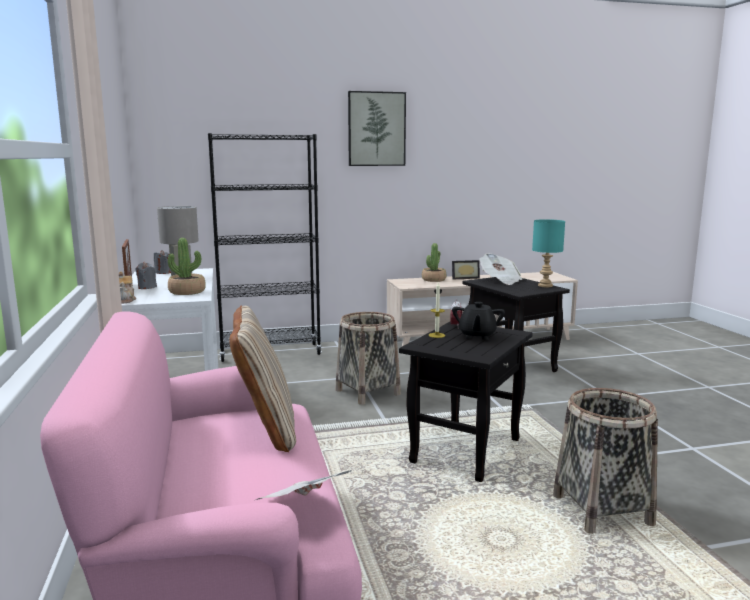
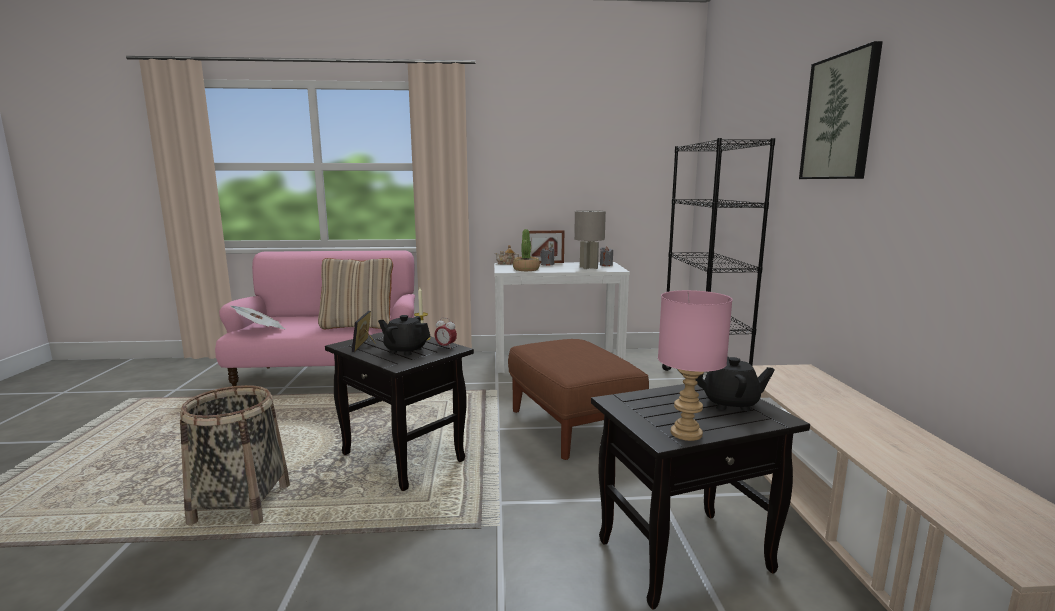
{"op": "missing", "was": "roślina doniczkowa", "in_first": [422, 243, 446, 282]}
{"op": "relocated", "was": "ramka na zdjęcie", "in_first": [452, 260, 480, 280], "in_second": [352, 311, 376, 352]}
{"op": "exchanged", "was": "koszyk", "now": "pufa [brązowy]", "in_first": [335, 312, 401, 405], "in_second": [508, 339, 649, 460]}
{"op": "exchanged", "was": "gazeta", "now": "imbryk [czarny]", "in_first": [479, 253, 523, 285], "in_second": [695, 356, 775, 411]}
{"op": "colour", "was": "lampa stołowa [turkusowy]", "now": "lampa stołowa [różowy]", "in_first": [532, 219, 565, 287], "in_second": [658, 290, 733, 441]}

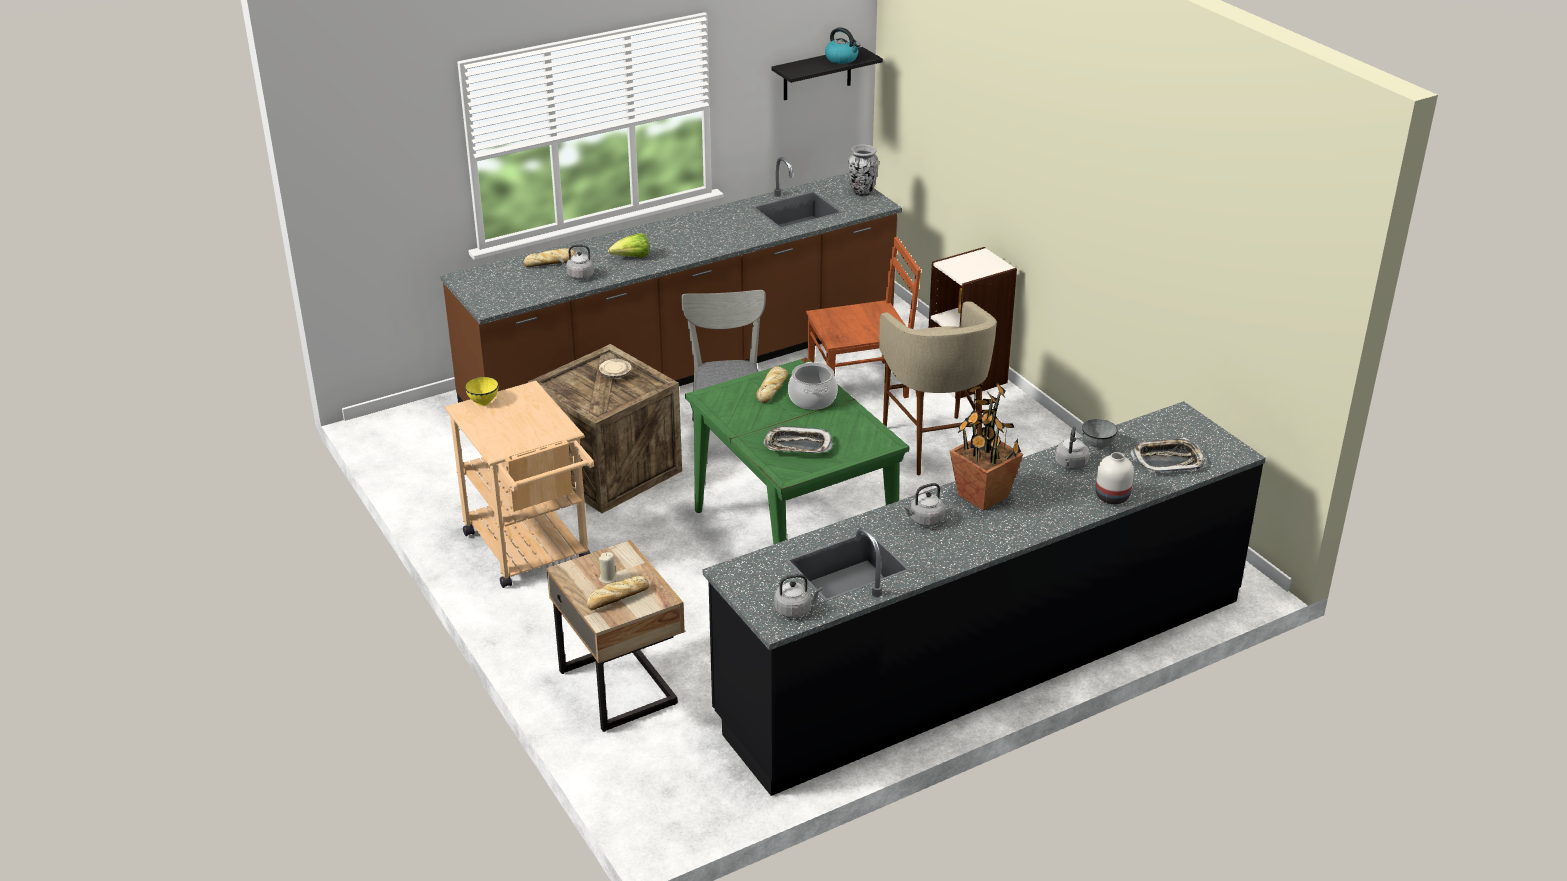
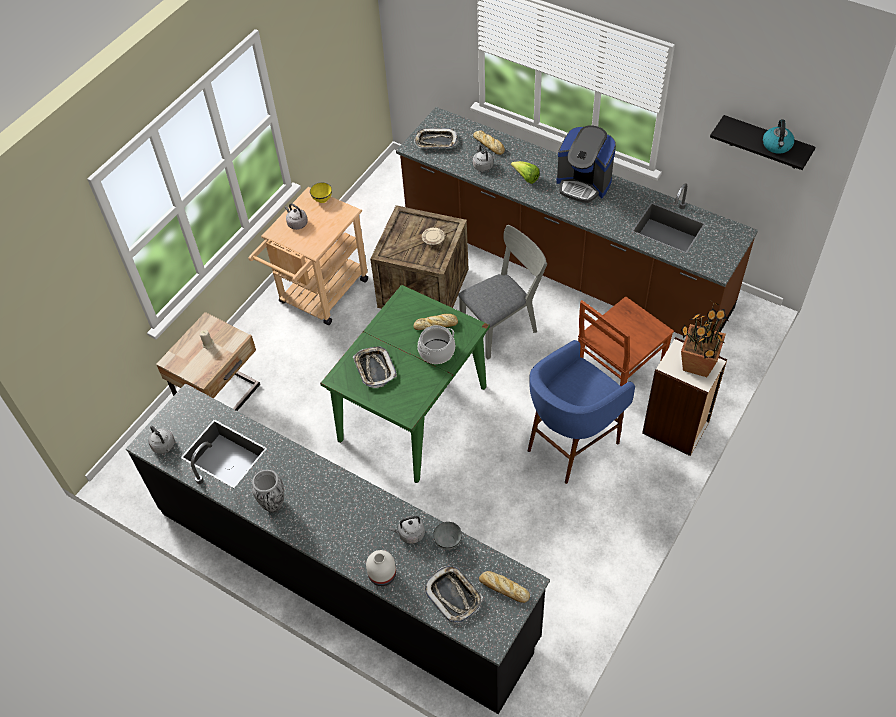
{"op": "appeared", "now": "taca", "in_second": [414, 128, 458, 148]}
{"op": "appeared", "now": "ekspres do kawy", "in_second": [556, 126, 616, 203]}
{"op": "relocated", "was": "chleb", "in_first": [587, 576, 649, 610], "in_second": [479, 571, 530, 603]}
{"op": "relocated", "was": "wazon", "in_first": [848, 144, 879, 196], "in_second": [252, 470, 284, 513]}
{"op": "relocated", "was": "czajnik [szary]", "in_first": [902, 483, 945, 527], "in_second": [285, 203, 308, 230]}
{"op": "relocated", "was": "roślina doniczkowa", "in_first": [950, 382, 1023, 511], "in_second": [681, 300, 728, 377]}
{"op": "colour", "was": "stołek [beżowy]", "now": "stołek [niebieski]", "in_first": [879, 301, 997, 475], "in_second": [528, 340, 635, 484]}
{"op": "spun", "was": "krzesło [brązowy]", "in_first": [806, 237, 921, 398], "in_second": [578, 296, 674, 386], "clockwise": 90}

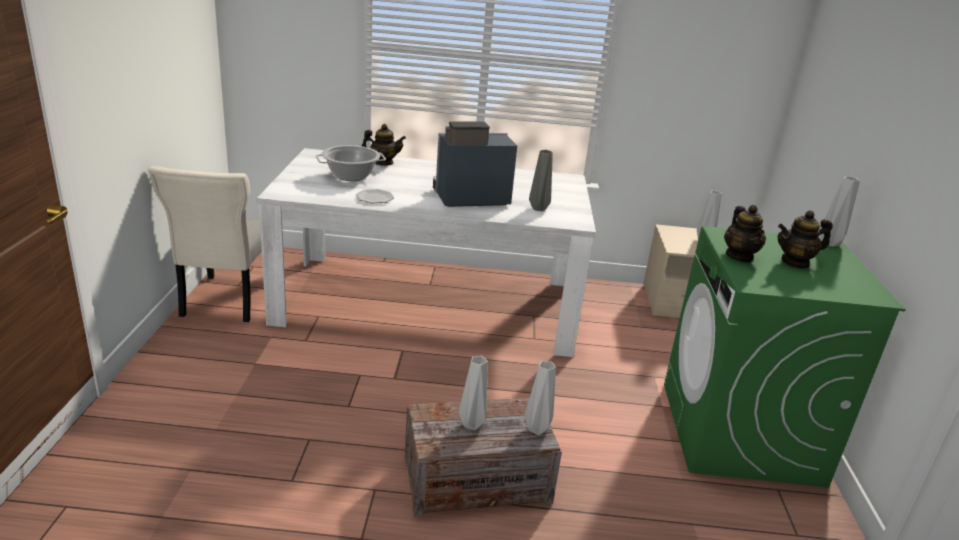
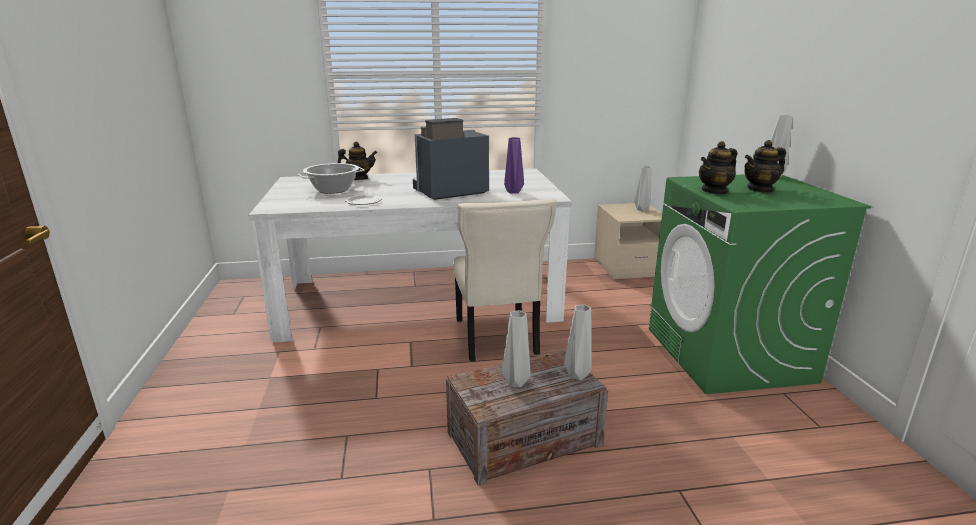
{"op": "relocated", "was": "krzesło [beżowy]", "in_first": [148, 166, 262, 323], "in_second": [453, 198, 557, 361]}
{"op": "colour", "was": "wazon [szary]", "now": "wazon [fioletowy]", "in_first": [529, 150, 553, 211], "in_second": [504, 137, 524, 194]}
{"op": "spun", "was": "imbryk", "in_first": [724, 205, 766, 262], "in_second": [699, 141, 737, 195], "clockwise": 75}

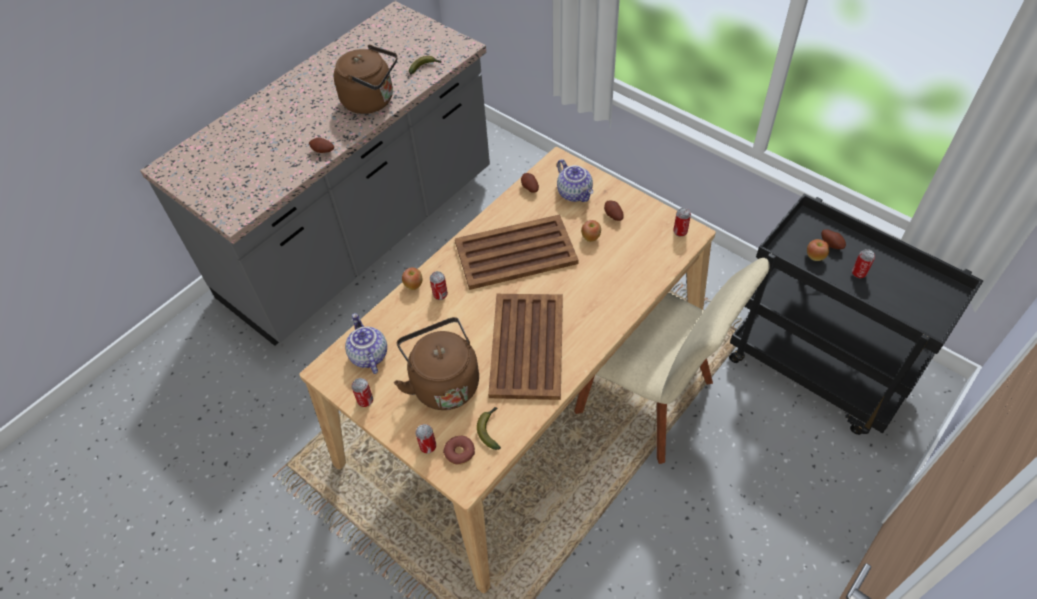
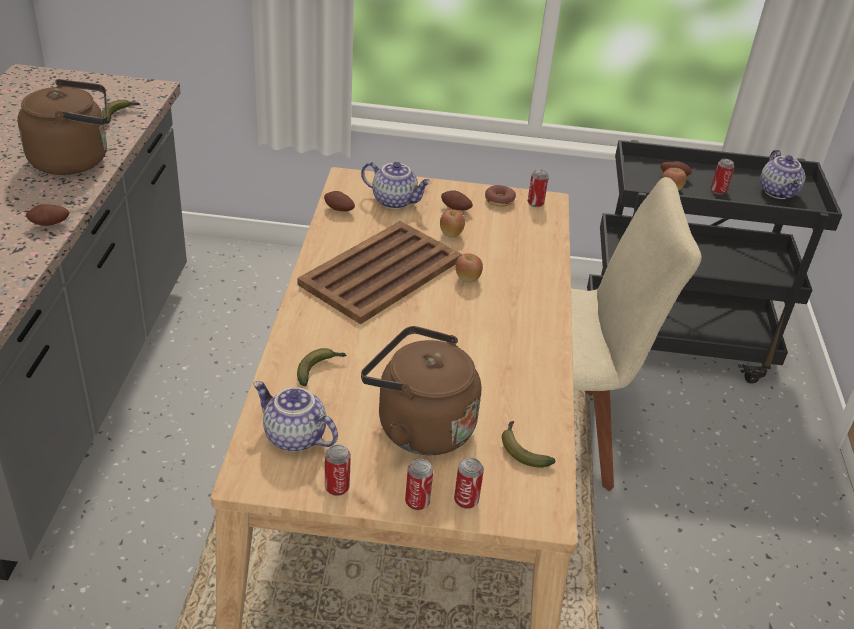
{"op": "missing", "was": "taca [brązowy]", "in_first": [488, 294, 563, 400]}
{"op": "appeared", "now": "banan", "in_second": [297, 348, 347, 386]}
{"op": "appeared", "now": "imbryk", "in_second": [760, 149, 805, 199]}
{"op": "relocated", "was": "jabłko", "in_first": [402, 267, 422, 290], "in_second": [456, 253, 483, 283]}
{"op": "relocated", "was": "puszka", "in_first": [430, 271, 448, 300], "in_second": [405, 459, 433, 510]}
{"op": "relocated", "was": "donut", "in_first": [443, 436, 475, 465], "in_second": [485, 185, 516, 207]}

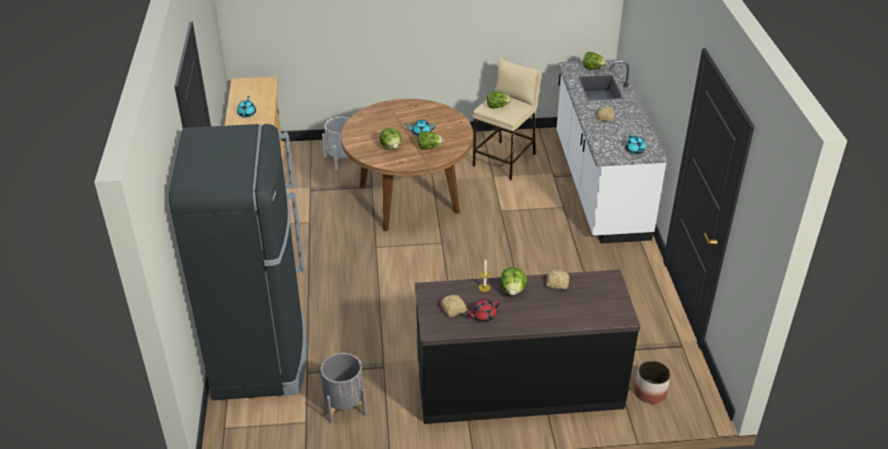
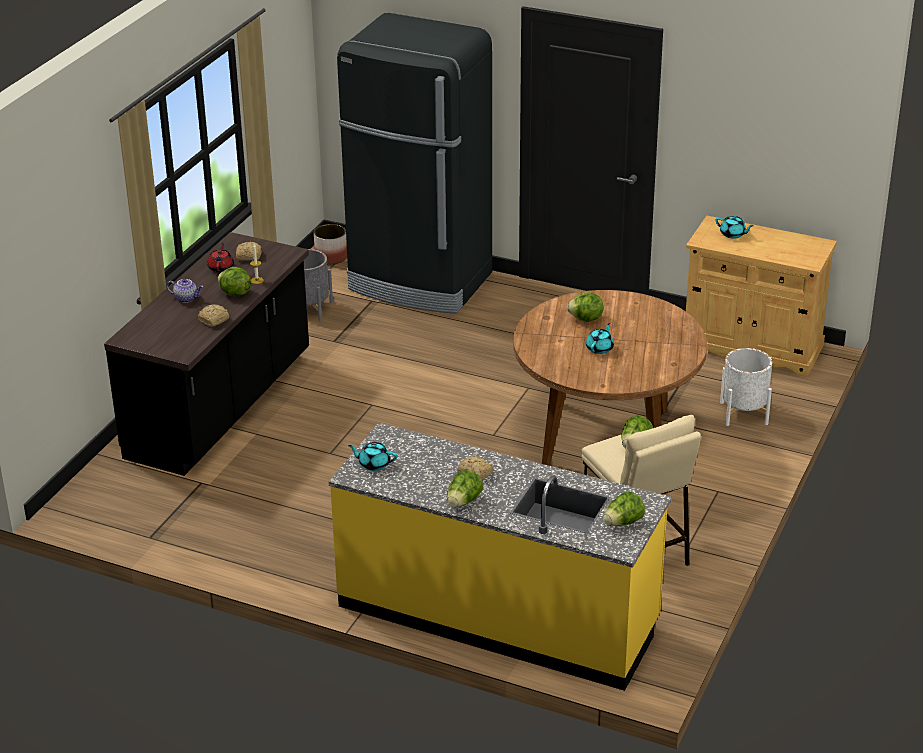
{"op": "appeared", "now": "imbryk", "in_second": [166, 278, 203, 303]}
{"op": "relocated", "was": "sałata", "in_first": [418, 131, 444, 150], "in_second": [447, 470, 483, 507]}
{"op": "relocated", "was": "donica", "in_first": [634, 361, 671, 404], "in_second": [314, 224, 347, 265]}
{"op": "colour", "was": "zabudowa kuchenna [biały]", "now": "zabudowa kuchenna [żółty]", "in_first": [556, 59, 667, 244], "in_second": [329, 422, 671, 691]}

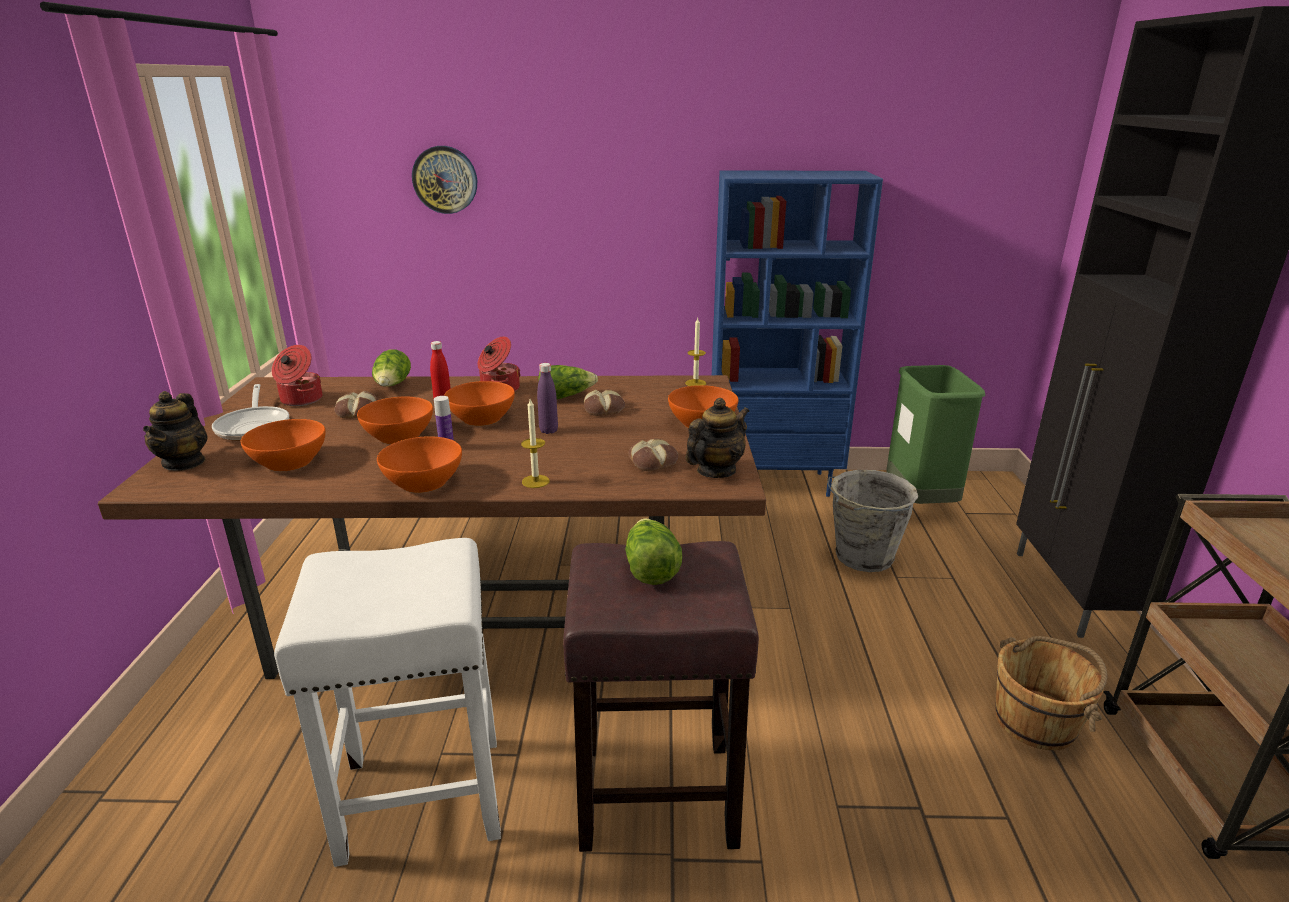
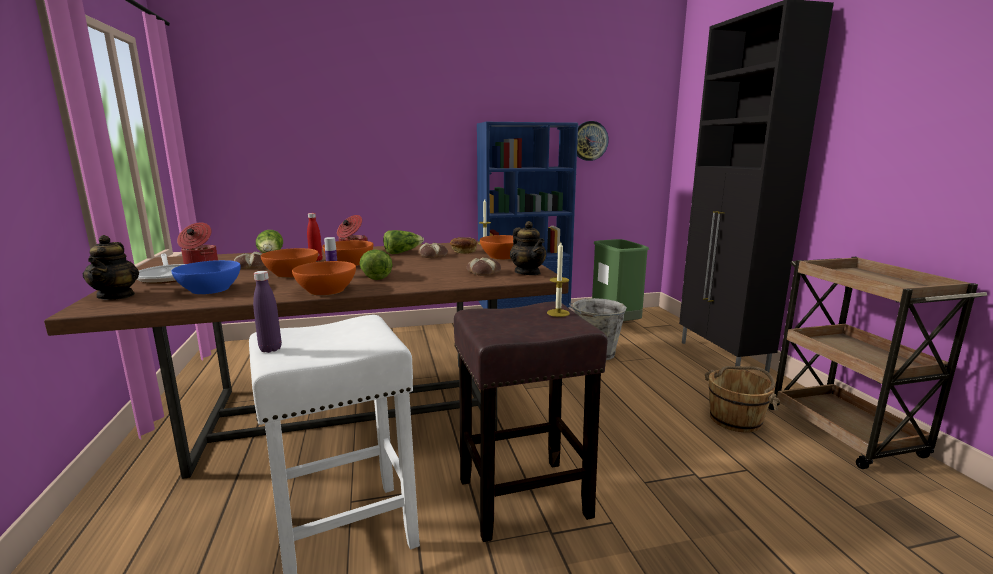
{"op": "appeared", "now": "chleb", "in_second": [450, 237, 477, 254]}
{"op": "relocated", "was": "zegar ścienny", "in_first": [412, 146, 477, 214], "in_second": [577, 121, 609, 161]}
{"op": "relocated", "was": "świeca", "in_first": [521, 399, 550, 488], "in_second": [547, 242, 570, 317]}
{"op": "relocated", "was": "butelka [fioletowy]", "in_first": [537, 363, 558, 434], "in_second": [253, 271, 282, 353]}
{"op": "relocated", "was": "sałata", "in_first": [625, 518, 683, 585], "in_second": [359, 250, 393, 280]}
{"op": "colour", "was": "miska [pomarańczowy]", "now": "miska [niebieski]", "in_first": [241, 419, 326, 471], "in_second": [171, 260, 241, 294]}
{"op": "spun", "was": "imbryk", "in_first": [685, 398, 749, 478], "in_second": [510, 221, 546, 275], "clockwise": 120}

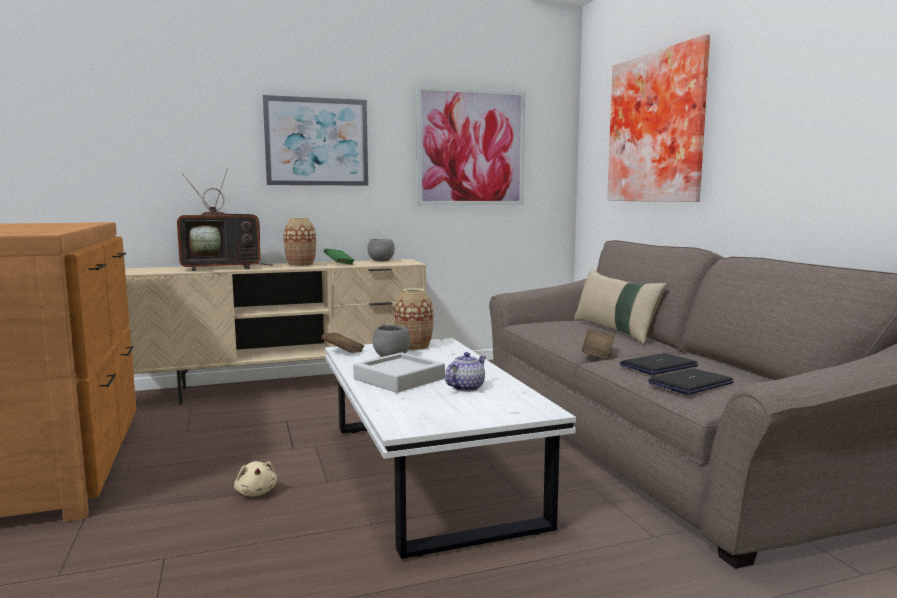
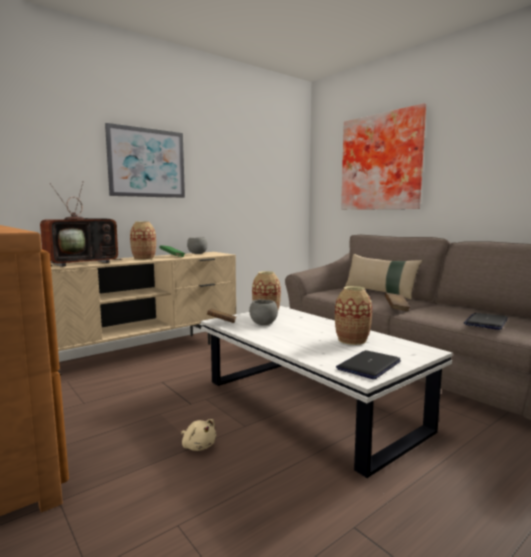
{"op": "missing", "was": "taca [szary]", "in_first": [353, 353, 445, 393]}
{"op": "missing", "was": "obraz", "in_first": [416, 86, 525, 206]}
{"op": "relocated", "was": "laptop", "in_first": [620, 353, 698, 375], "in_second": [336, 350, 401, 379]}
{"op": "exchanged", "was": "imbryk", "now": "wazon", "in_first": [445, 352, 486, 392], "in_second": [335, 286, 372, 345]}

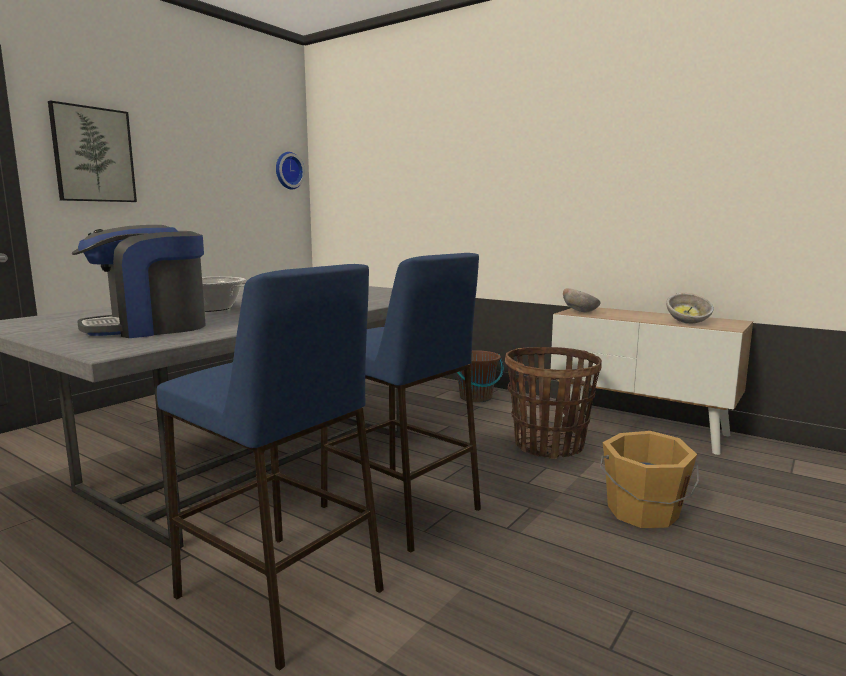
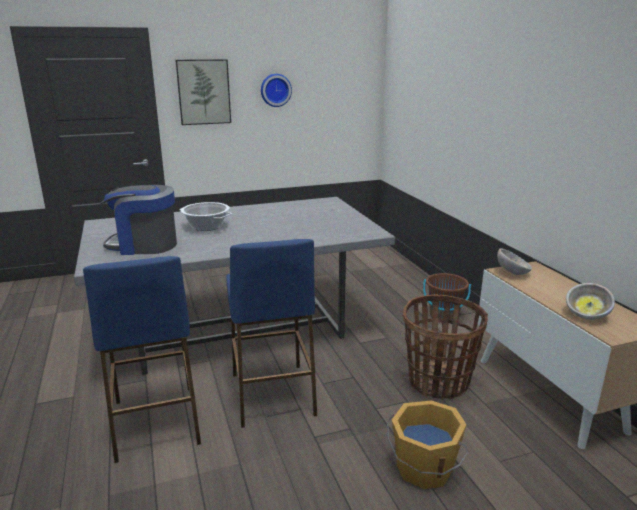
{"op": "relocated", "was": "zegar ścienny", "in_first": [276, 152, 305, 189], "in_second": [261, 74, 292, 107]}

